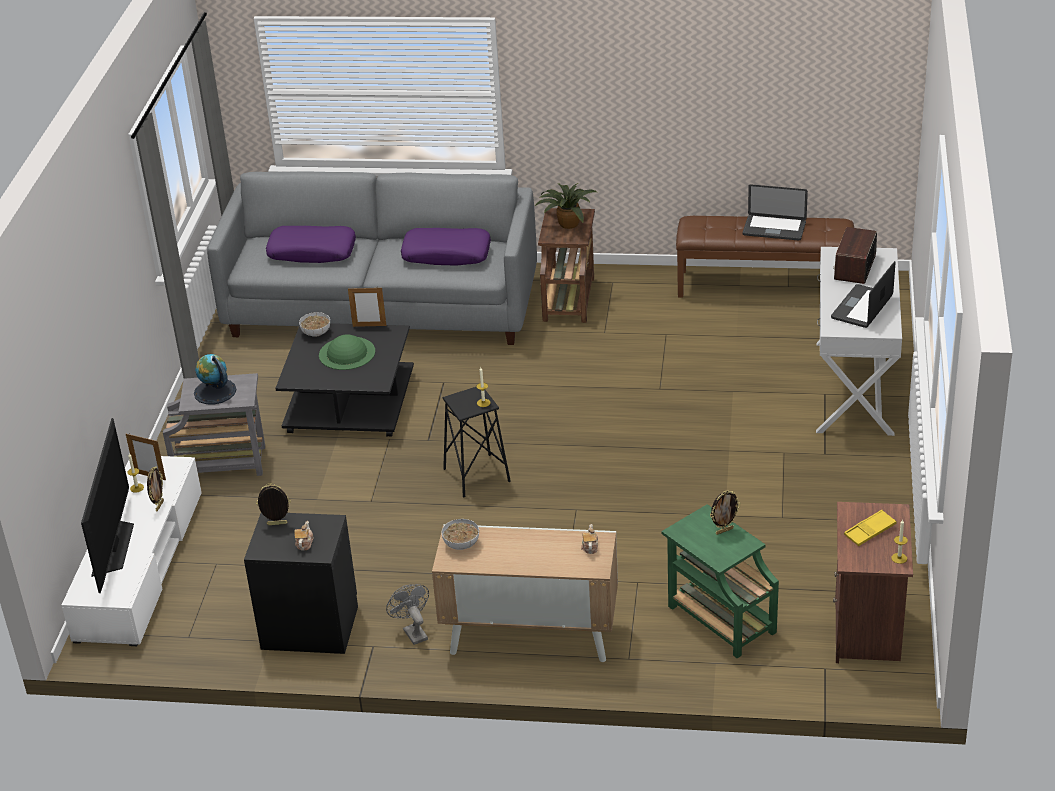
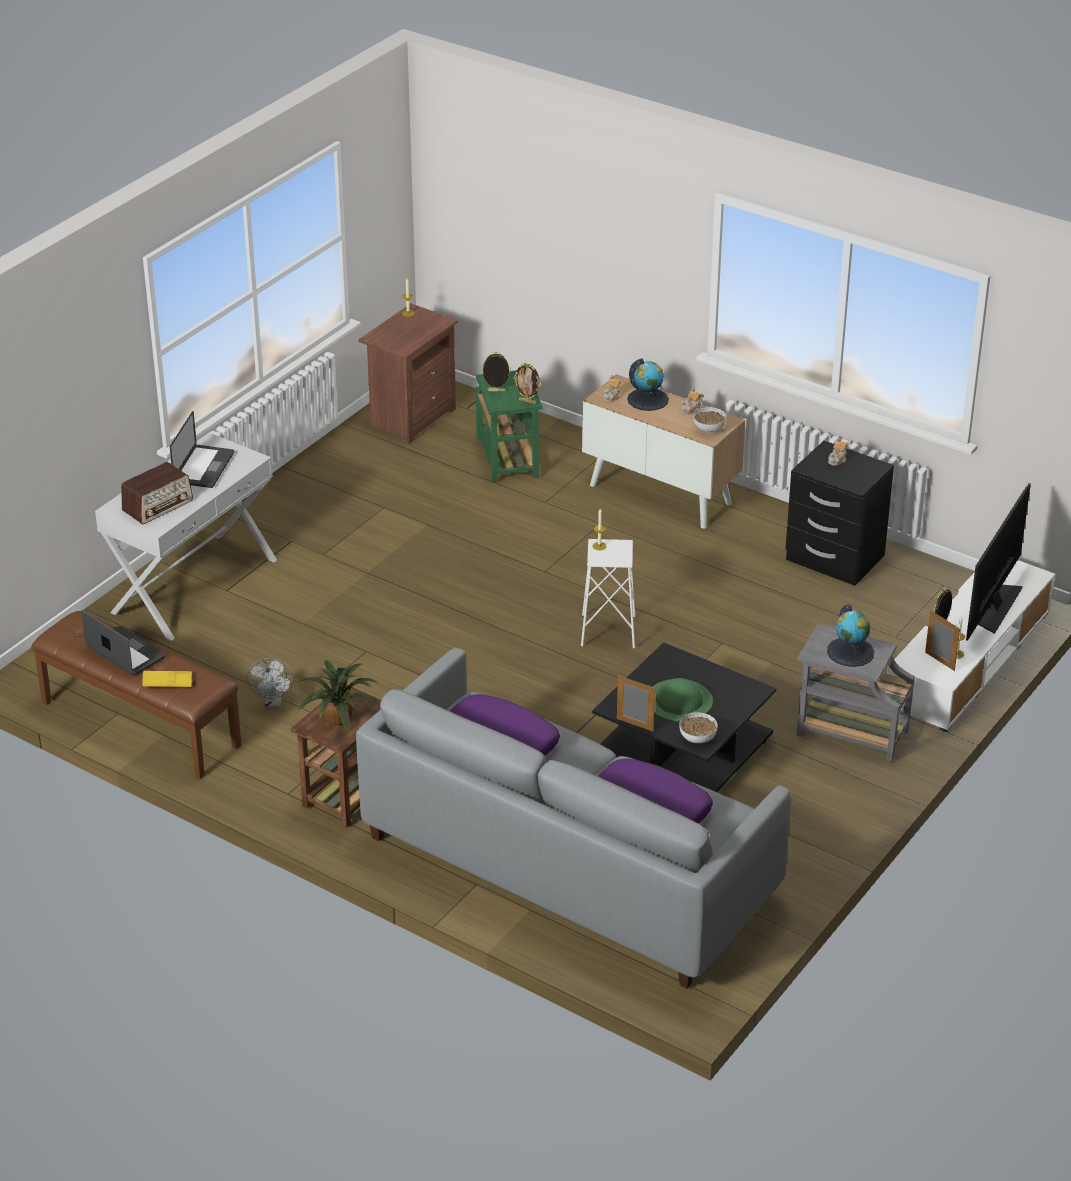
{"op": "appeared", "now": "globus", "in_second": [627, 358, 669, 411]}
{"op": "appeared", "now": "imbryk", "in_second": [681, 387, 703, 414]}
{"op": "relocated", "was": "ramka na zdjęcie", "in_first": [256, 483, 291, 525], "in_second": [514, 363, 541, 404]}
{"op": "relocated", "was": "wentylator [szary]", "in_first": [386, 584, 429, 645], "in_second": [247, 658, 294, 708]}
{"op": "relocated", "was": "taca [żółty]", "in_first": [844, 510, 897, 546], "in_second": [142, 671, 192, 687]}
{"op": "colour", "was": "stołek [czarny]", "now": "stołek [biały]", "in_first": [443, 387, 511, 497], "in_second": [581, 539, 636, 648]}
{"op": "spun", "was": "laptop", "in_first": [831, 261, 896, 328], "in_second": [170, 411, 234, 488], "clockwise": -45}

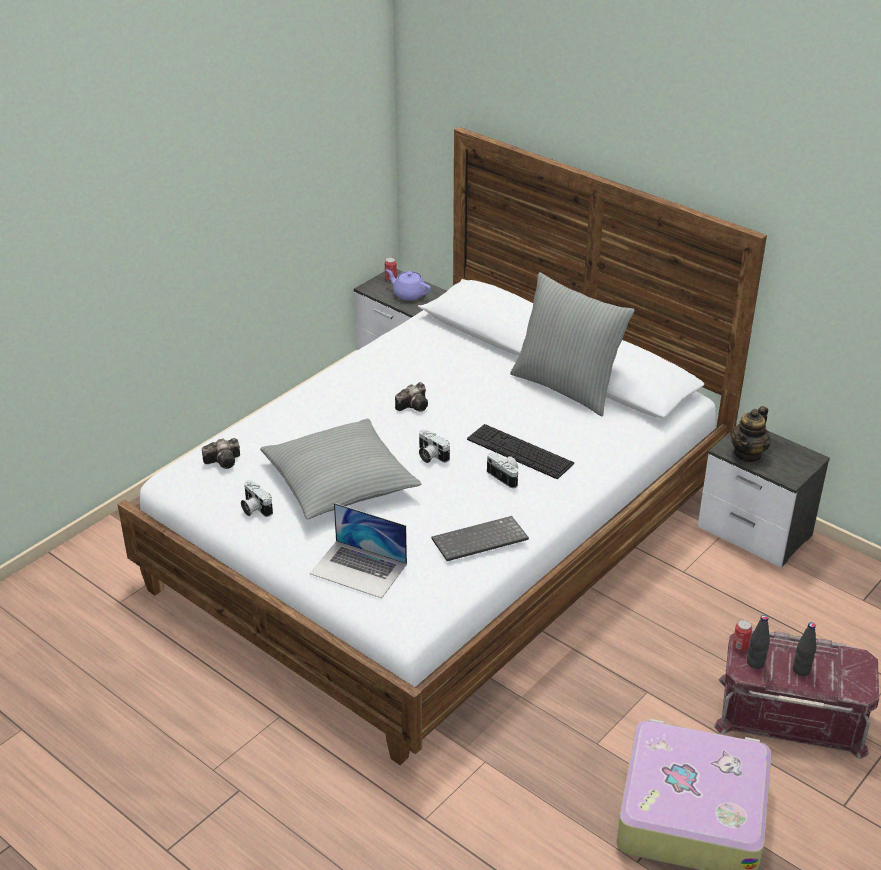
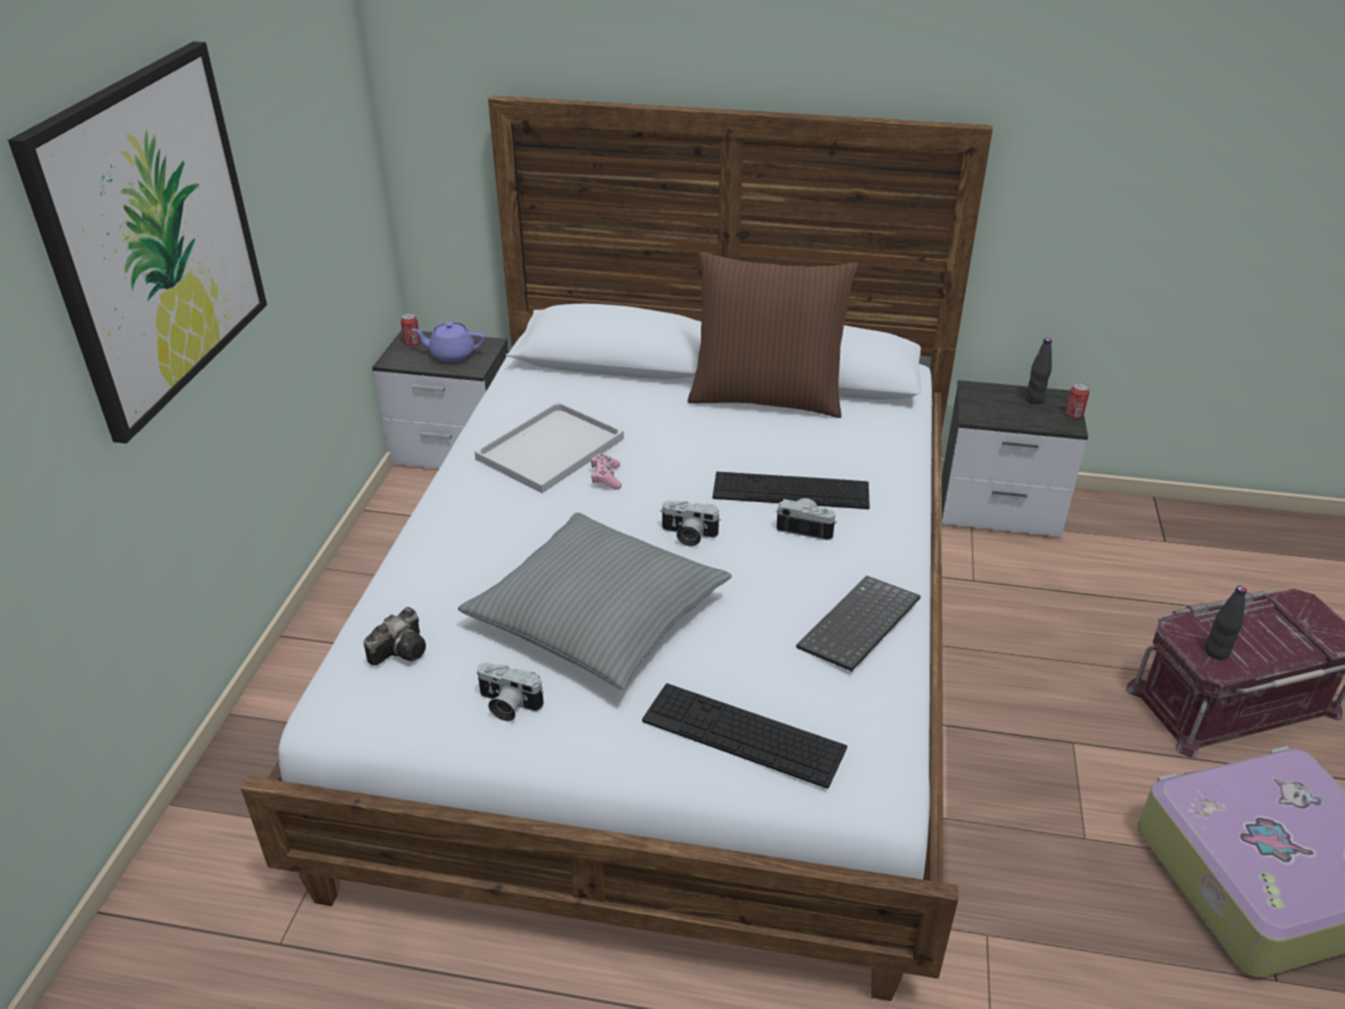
{"op": "missing", "was": "imbryk", "in_first": [730, 406, 771, 463]}
{"op": "appeared", "now": "obraz", "in_second": [8, 42, 267, 444]}
{"op": "appeared", "now": "taca [biały]", "in_second": [475, 402, 624, 493]}
{"op": "relocated", "was": "puszka", "in_first": [733, 620, 752, 651], "in_second": [1065, 383, 1090, 419]}
{"op": "relocated", "was": "butelka [czarny]", "in_first": [793, 622, 816, 676], "in_second": [1025, 338, 1052, 404]}
{"op": "exchanged", "was": "laptop", "now": "klawiatura", "in_first": [310, 503, 407, 598], "in_second": [642, 683, 847, 789]}
{"op": "exchanged", "was": "aparat fotograficzny", "now": "pad do gier [różowy]", "in_first": [395, 382, 428, 412], "in_second": [591, 454, 622, 489]}
{"op": "colour", "was": "poduszka [szary]", "now": "poduszka [brązowy]", "in_first": [510, 272, 635, 416], "in_second": [688, 252, 858, 418]}

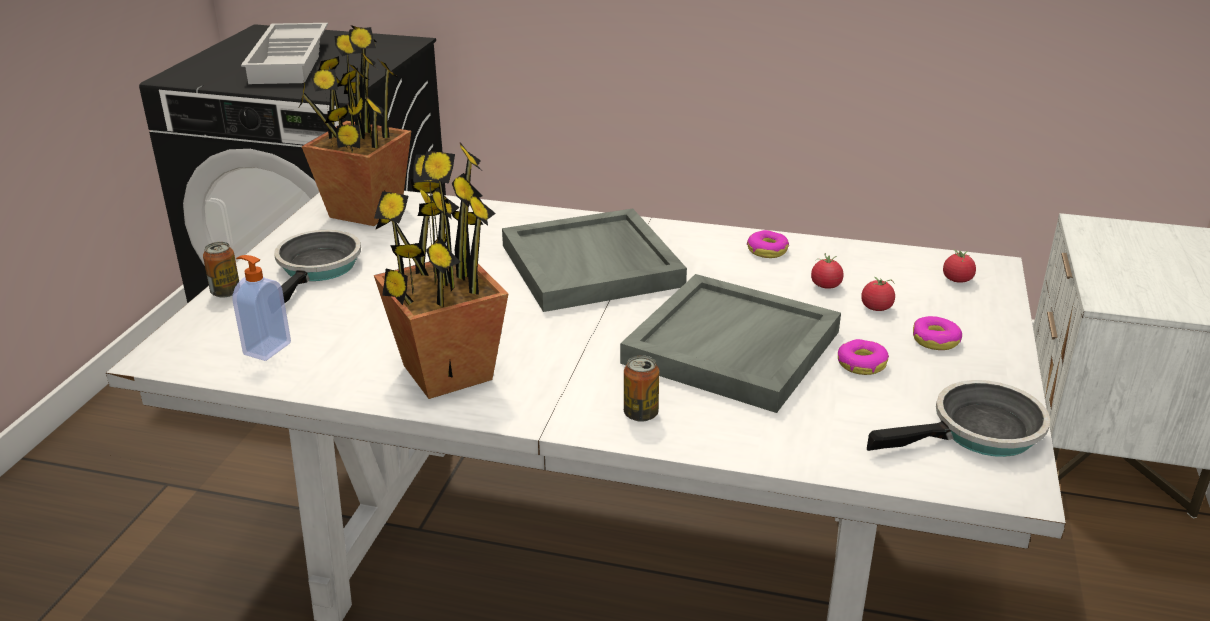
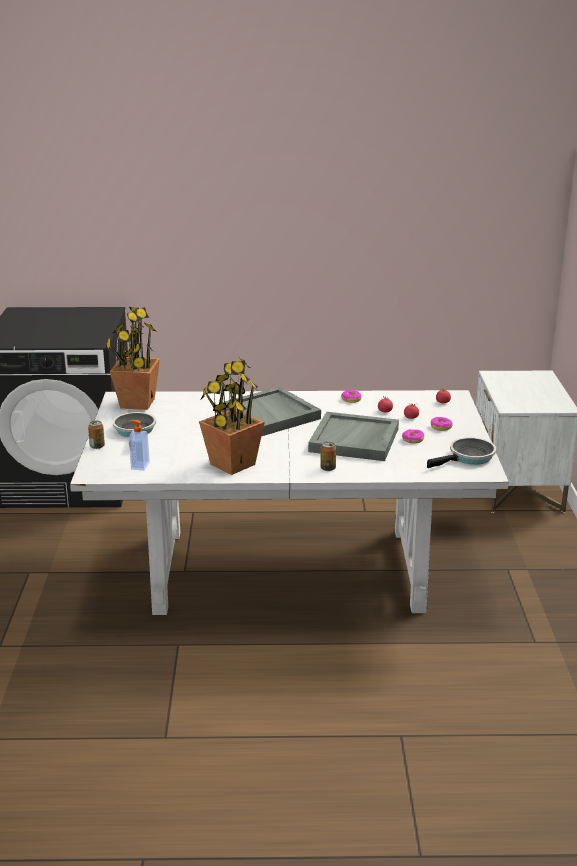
{"op": "missing", "was": "taca [biały]", "in_first": [241, 23, 328, 84]}

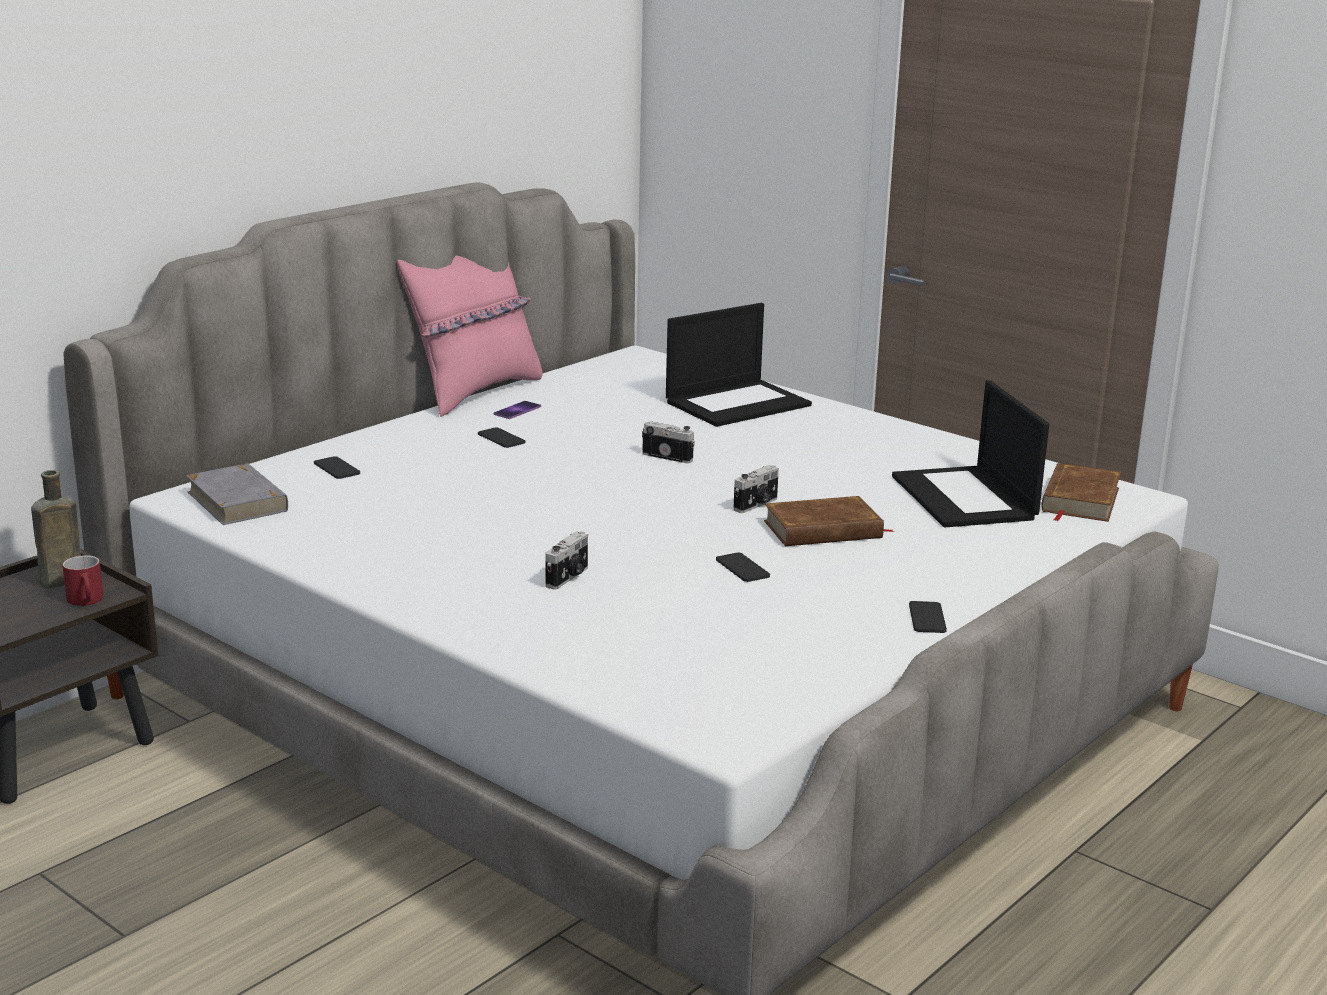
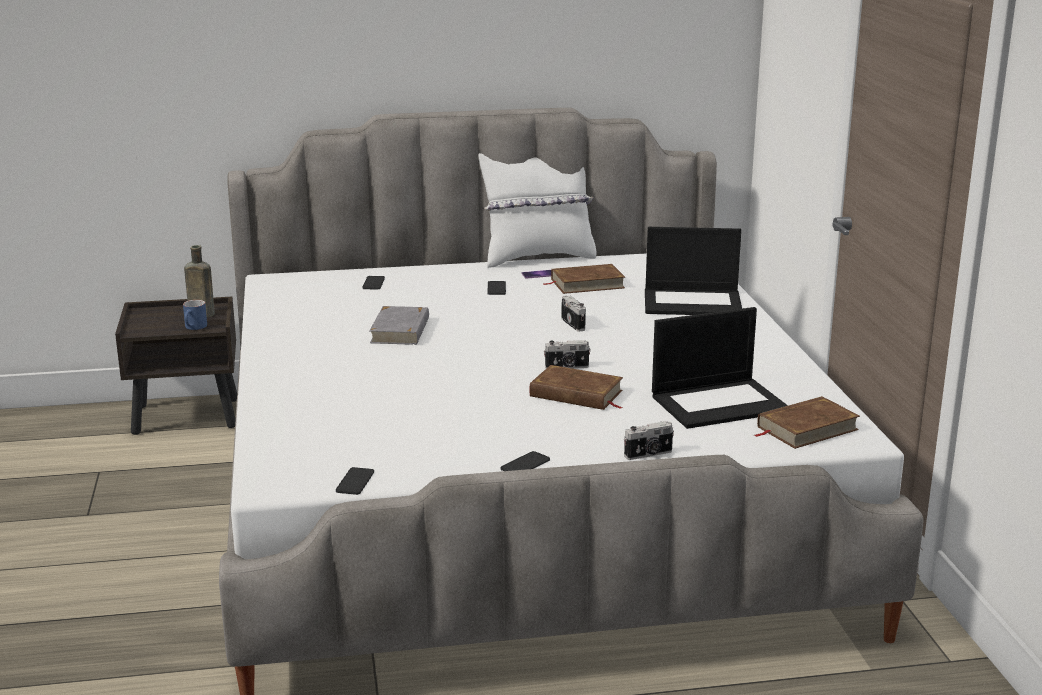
{"op": "appeared", "now": "książka [brązowy]", "in_second": [543, 264, 625, 294]}
{"op": "relocated", "was": "książka [szary]", "in_first": [186, 463, 288, 525], "in_second": [369, 306, 429, 345]}
{"op": "relocated", "was": "aparat fotograficzny", "in_first": [545, 531, 588, 589], "in_second": [624, 421, 674, 460]}
{"op": "relocated", "was": "telefon", "in_first": [716, 553, 770, 582], "in_second": [336, 467, 374, 495]}
{"op": "colour", "was": "kubek [czerwony]", "now": "kubek [niebieski]", "in_first": [62, 555, 103, 606], "in_second": [183, 300, 207, 330]}
{"op": "colour", "was": "poduszka [różowy]", "now": "poduszka [biały]", "in_first": [397, 256, 543, 417], "in_second": [478, 153, 597, 268]}
{"op": "spun", "was": "laptop", "in_first": [892, 380, 1049, 527], "in_second": [652, 307, 788, 429], "clockwise": -135}

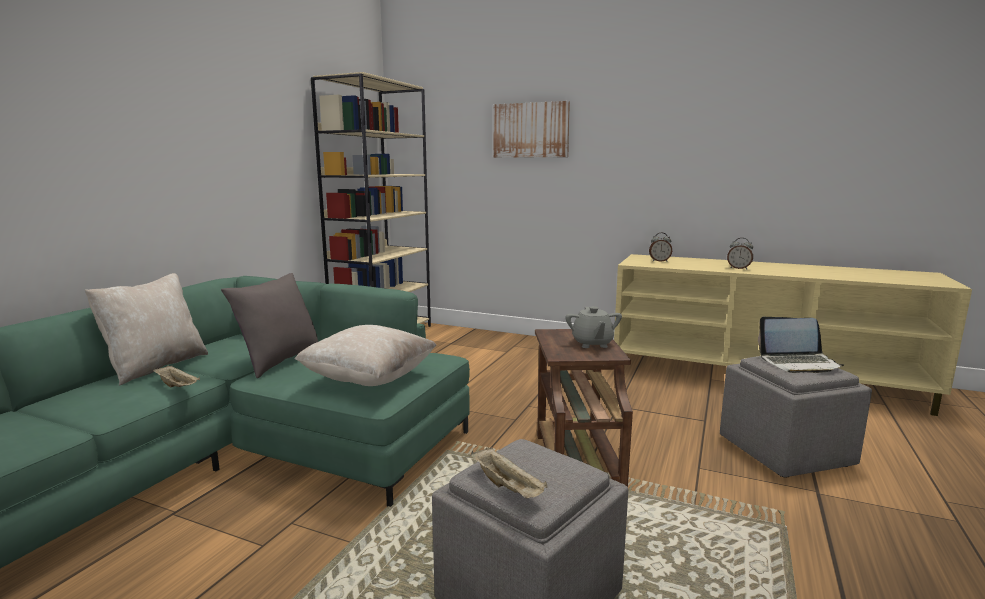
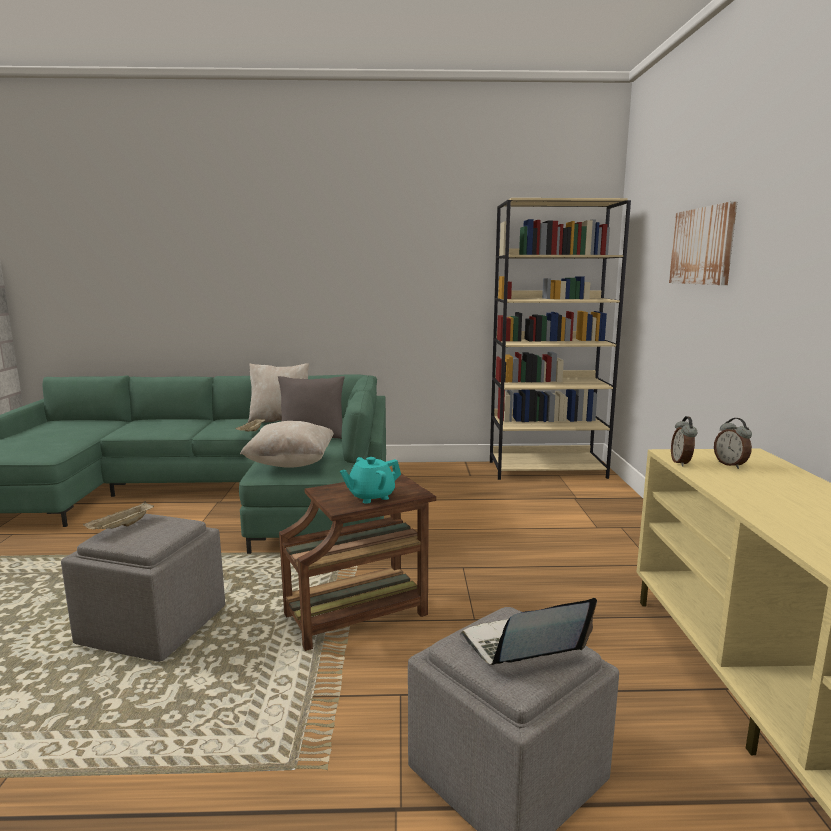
{"op": "relocated", "was": "budzik", "in_first": [727, 238, 753, 270], "in_second": [671, 416, 698, 466]}
{"op": "colour", "was": "imbryk [szary]", "now": "imbryk [turkusowy]", "in_first": [565, 306, 622, 348], "in_second": [340, 457, 401, 504]}
{"op": "spun", "was": "laptop", "in_first": [758, 317, 844, 373], "in_second": [460, 598, 597, 665], "clockwise": 90}

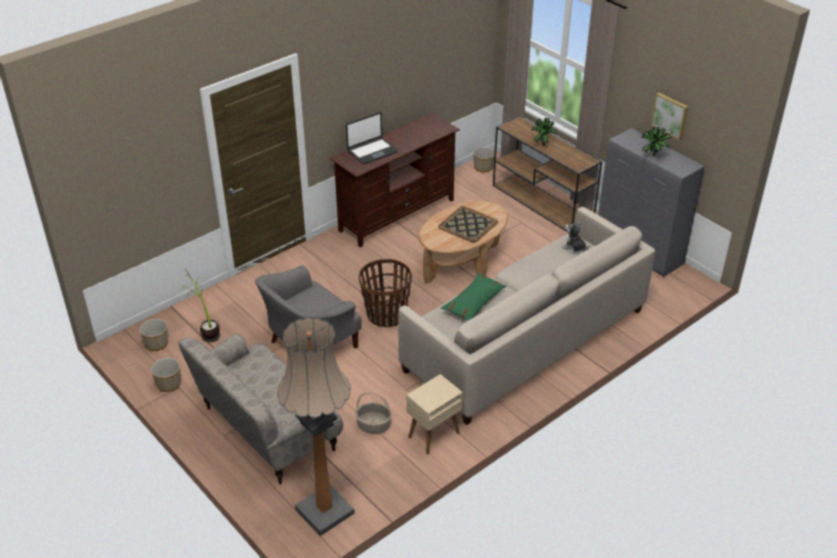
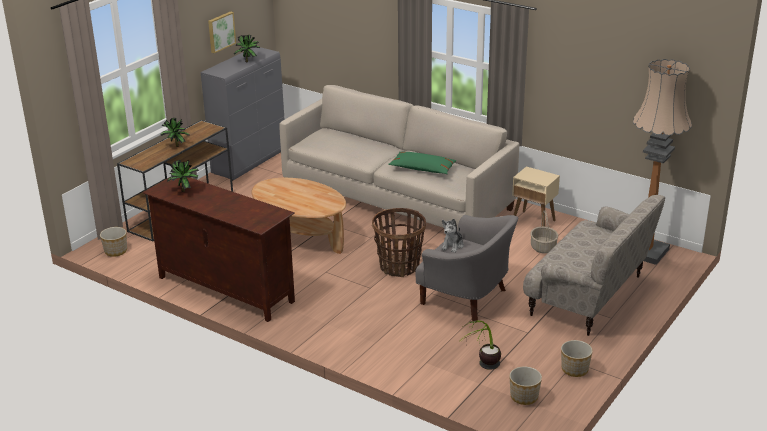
{"op": "missing", "was": "laptop", "in_first": [346, 112, 398, 164]}
{"op": "missing", "was": "taca", "in_first": [438, 206, 498, 243]}
{"op": "appeared", "now": "roślina doniczkowa", "in_second": [167, 160, 199, 192]}
{"op": "relocated", "was": "pluszak", "in_first": [562, 222, 589, 255], "in_second": [441, 219, 464, 253]}

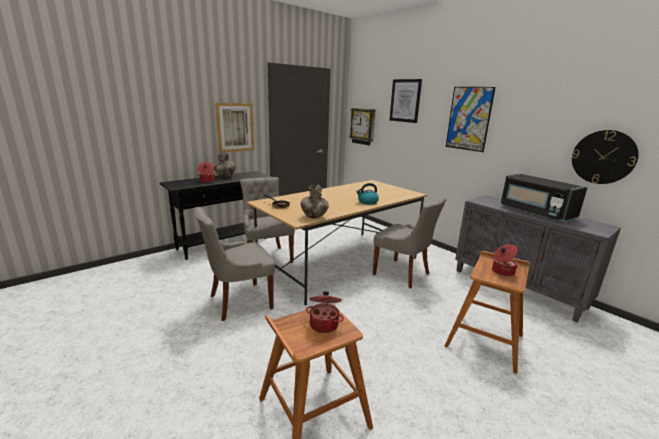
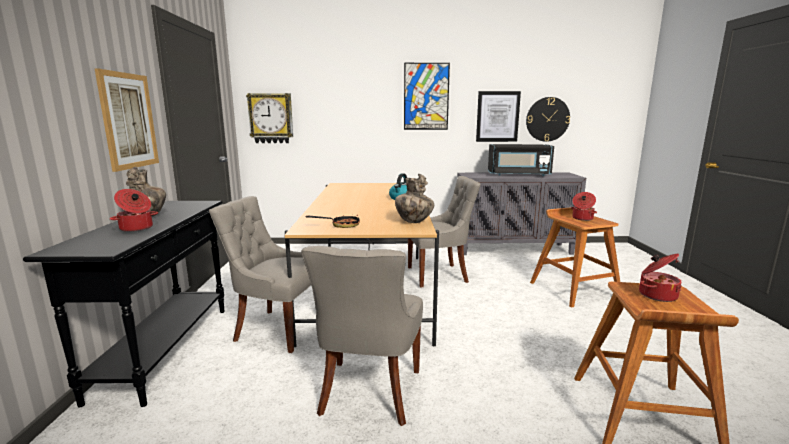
{"op": "relocated", "was": "obraz", "in_first": [390, 79, 422, 123], "in_second": [476, 91, 521, 142]}

